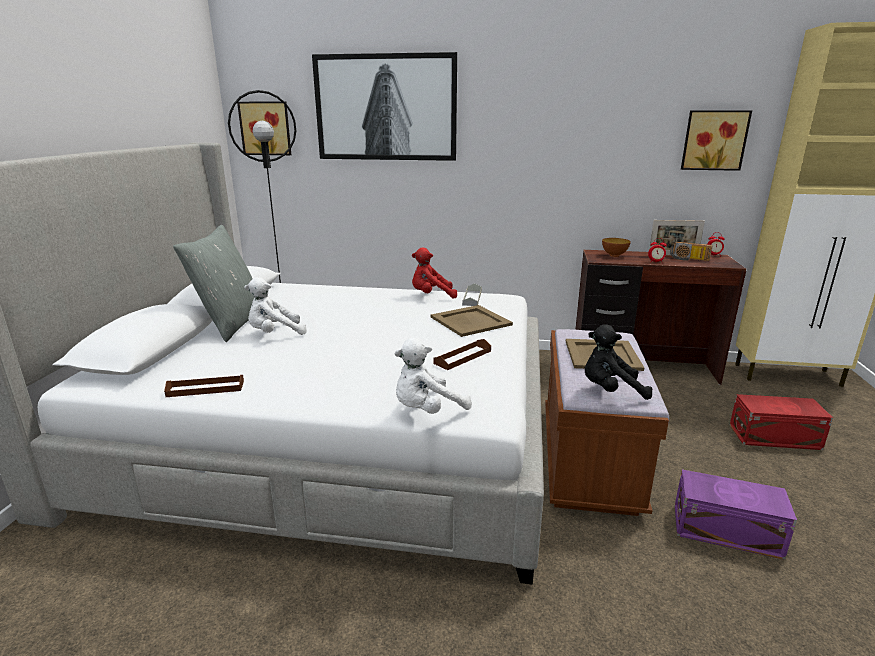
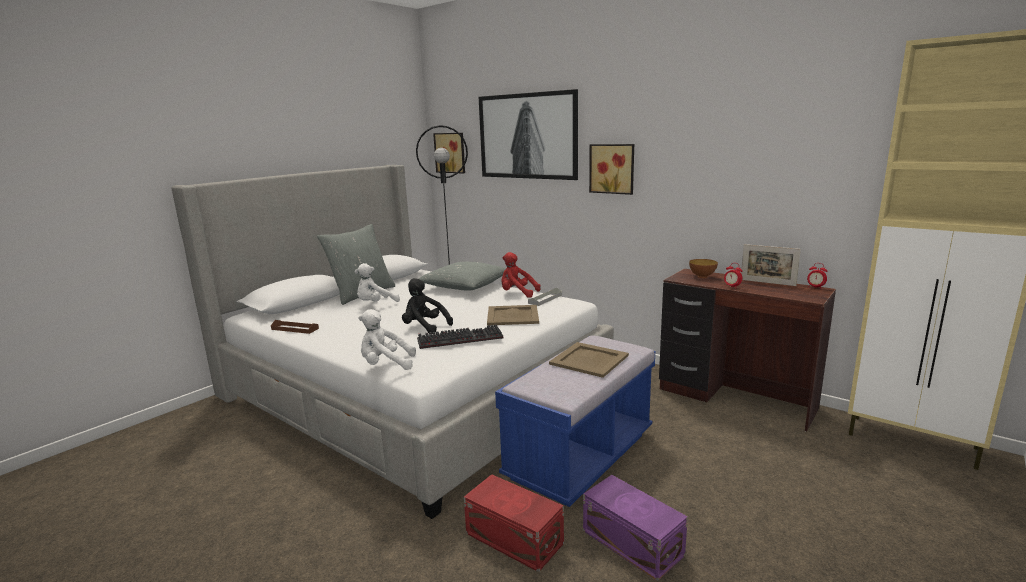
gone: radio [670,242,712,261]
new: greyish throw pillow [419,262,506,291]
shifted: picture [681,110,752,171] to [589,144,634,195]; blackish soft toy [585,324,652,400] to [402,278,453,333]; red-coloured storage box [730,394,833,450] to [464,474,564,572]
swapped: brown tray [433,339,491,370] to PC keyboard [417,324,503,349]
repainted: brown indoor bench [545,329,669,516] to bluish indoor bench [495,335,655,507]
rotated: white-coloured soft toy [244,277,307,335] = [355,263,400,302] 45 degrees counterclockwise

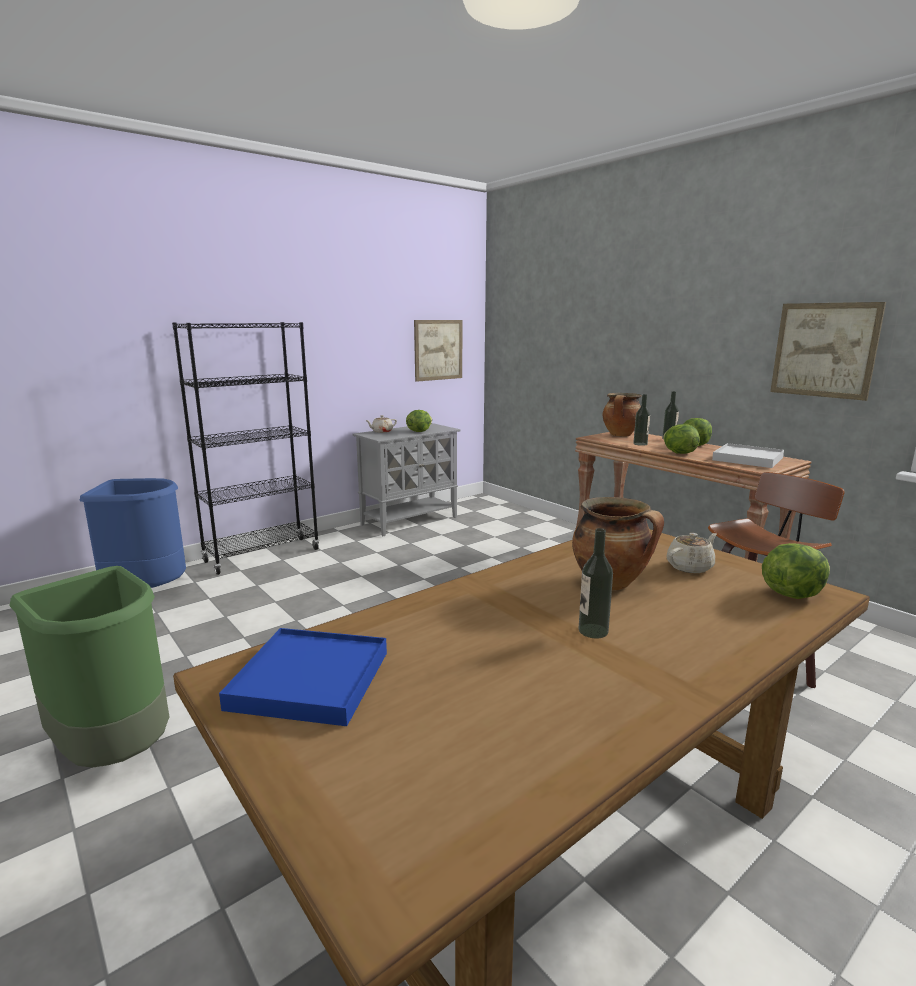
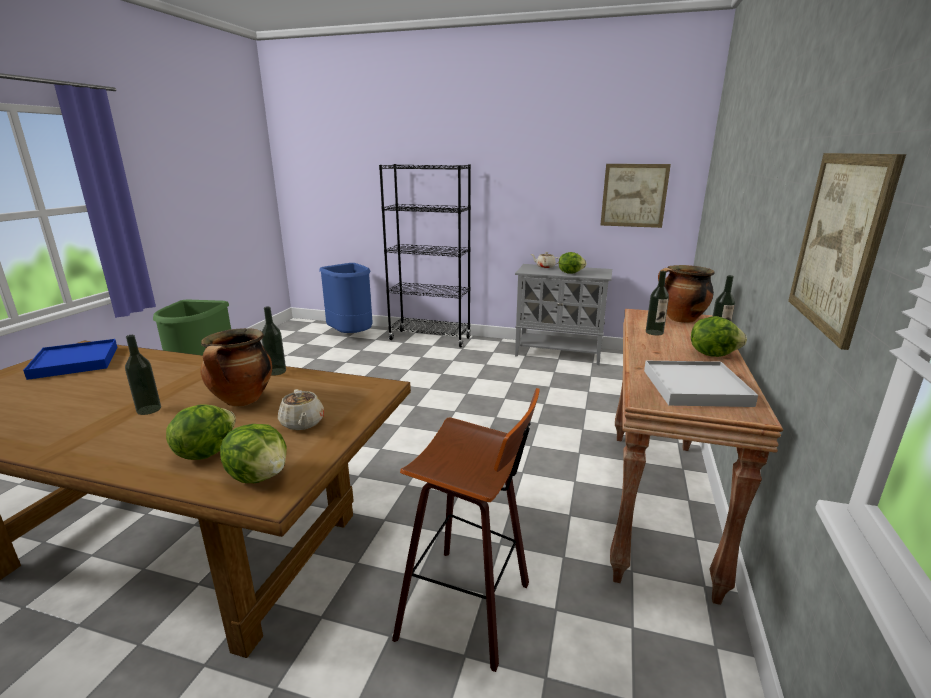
new: beverage bottle [262,306,286,376]
shifted: head of lettuce [663,424,700,454] to [166,404,236,460]
rotated: beige-coloured teapot [666,533,717,573] = [278,389,324,430] 45 degrees clockwise

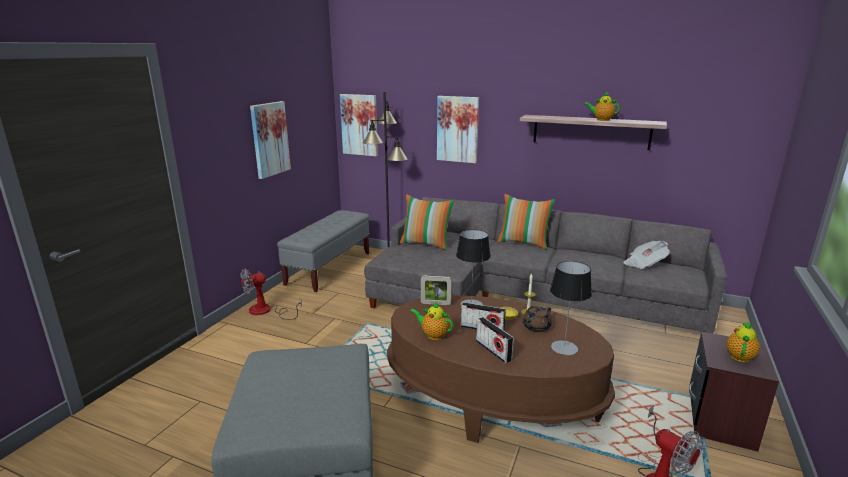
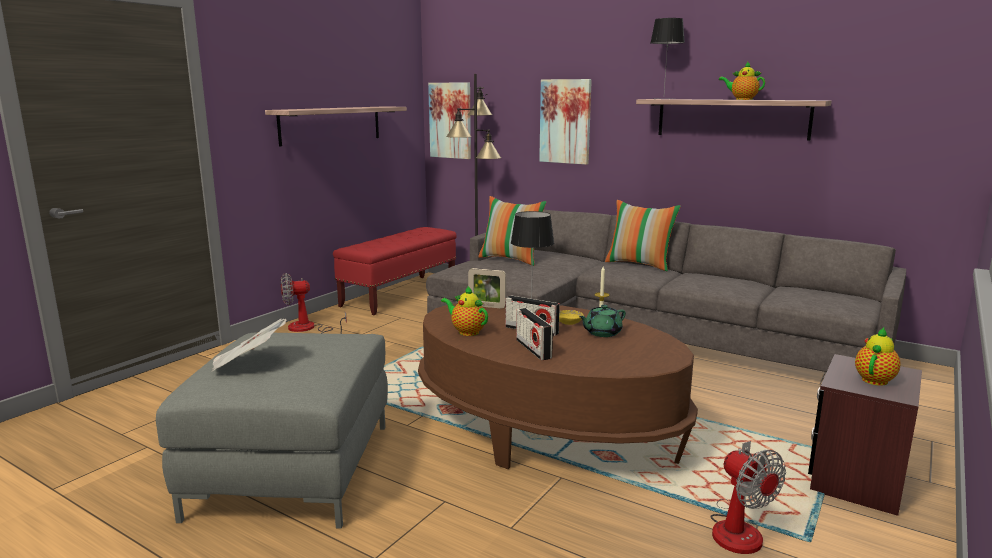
shifted: daily paper [623,241,670,269] to [212,318,286,371]; table lamp [550,261,592,355] to [651,18,685,99]
swapped: picture [250,101,291,179] to wall shelf [265,106,407,147]
repainted: greyish indoor bench [277,210,369,292] to red-coloured indoor bench [333,227,457,315]; brown teapot [522,306,552,332] to green-coloured teapot [579,305,626,337]

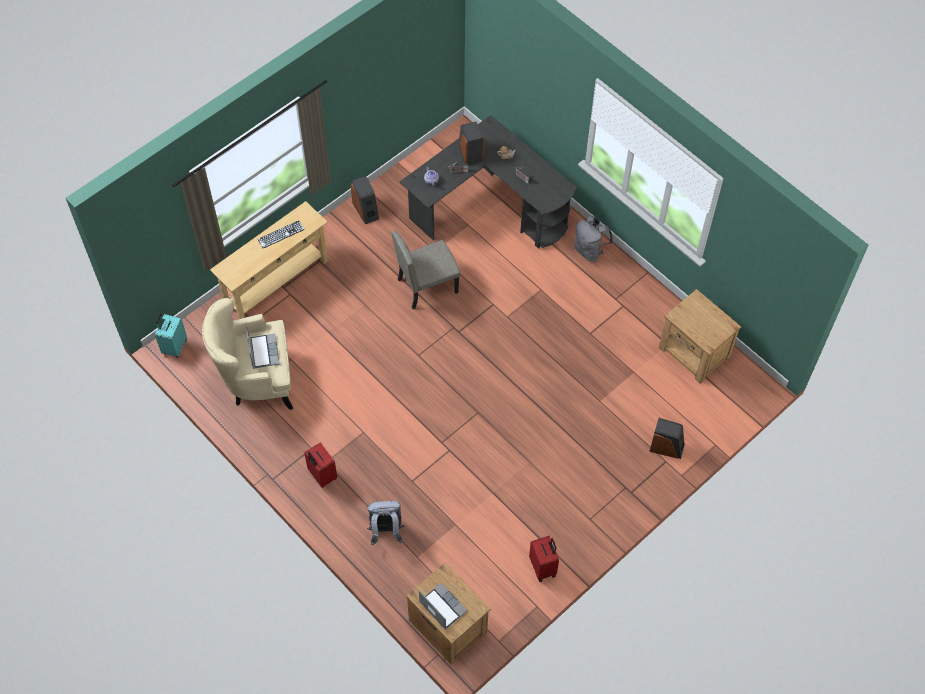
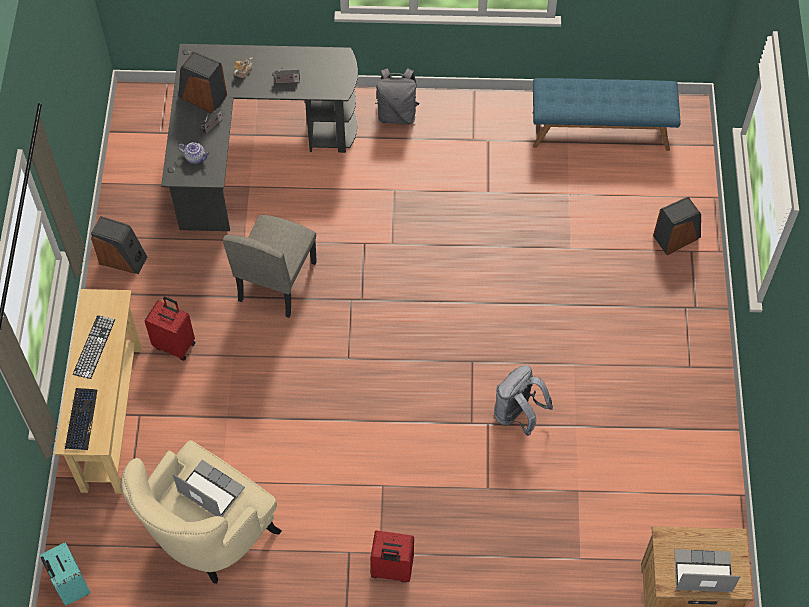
new: PC keyboard [65,388,97,450]
shifted: greyish knapsack [367,500,404,545] to [494,365,553,436]; red-coloured suitcase [529,536,559,582] to [145,296,195,361]
swapped: brown nightstand [659,289,741,383] to bluish indoor bench [532,78,681,151]

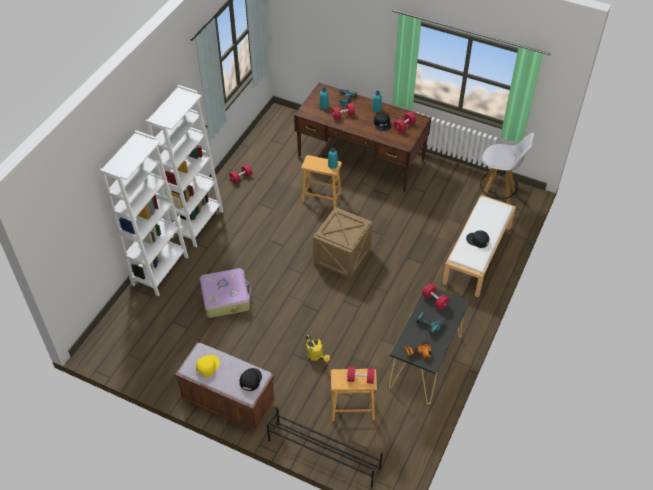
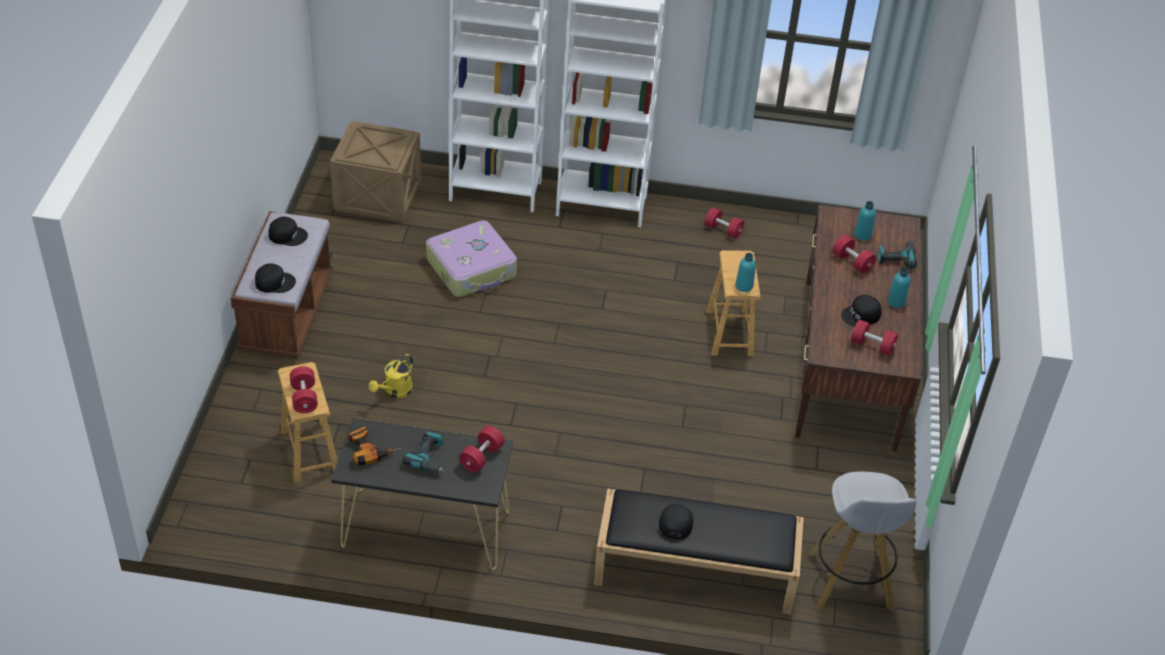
gone: blackish shoe shelf [267,406,383,487]
shifted: crate [313,207,373,278] to [330,121,421,222]
repainted: white-coloured indoor bench [442,195,516,297] to blackish indoor bench [594,489,804,615]; yellow-coloured cap [196,355,220,377] to blackish cap [269,217,308,246]

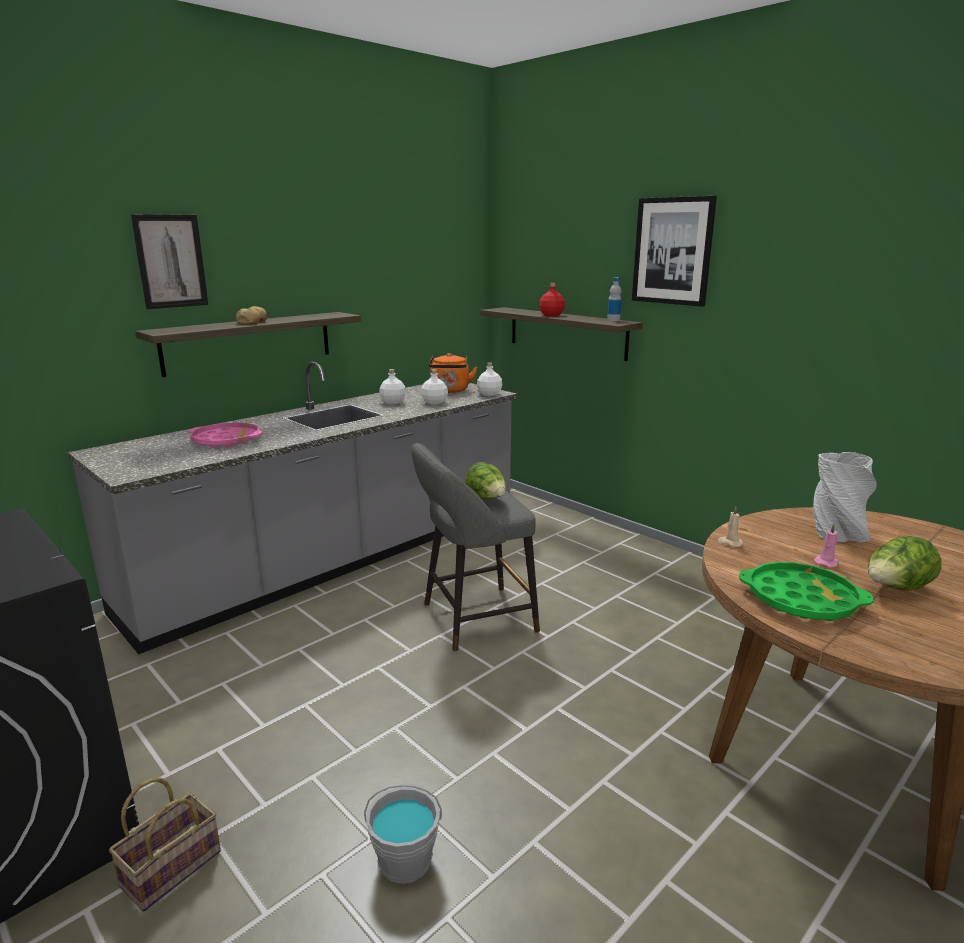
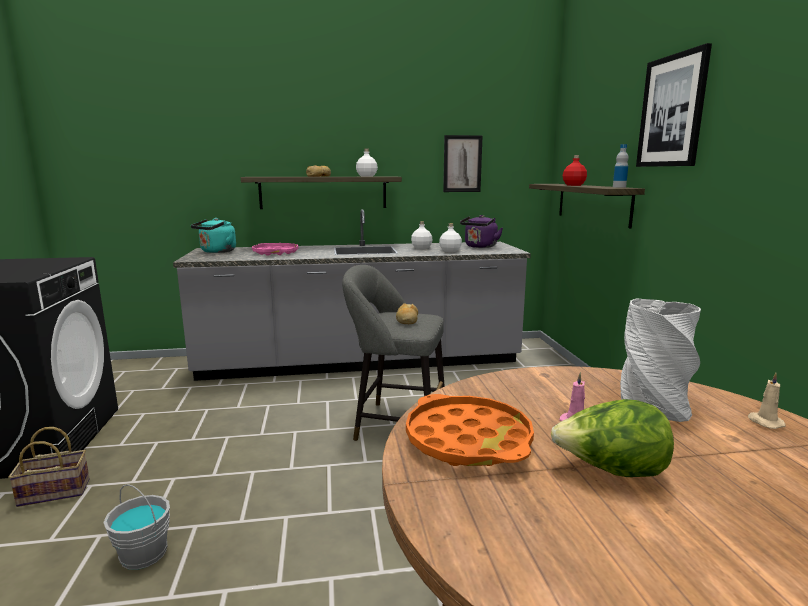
new: turquoise-coloured water kettle [191,218,236,253]
shifted: picture [131,214,208,309] to [443,135,483,192]; white-coloured beverage bottle [477,362,503,396] to [356,149,378,177]; beige-coloured wax light [718,506,744,547] to [748,372,785,429]
swapped: head of lettuce [466,462,506,499] to bakery bread [396,303,418,324]
repainted: orangey water kettle [429,353,477,393] to purple water kettle [460,215,503,248]; green-coloured tray [739,562,873,621] to orangey tray [406,394,534,466]

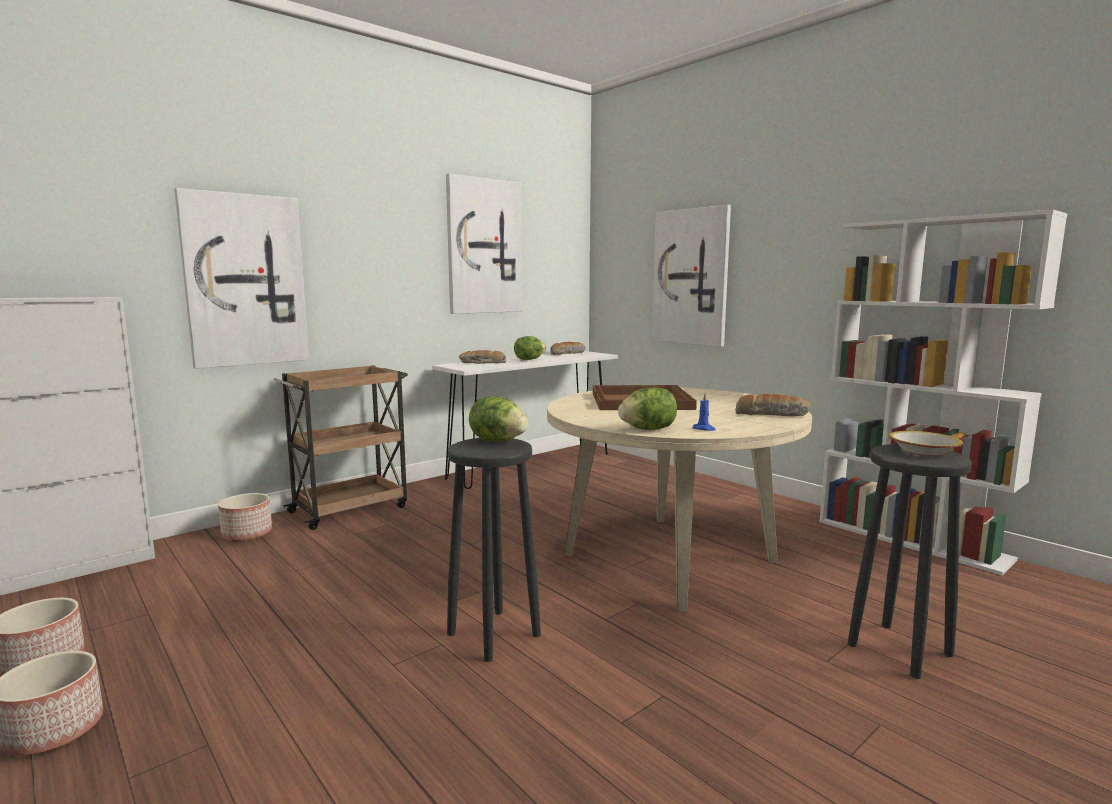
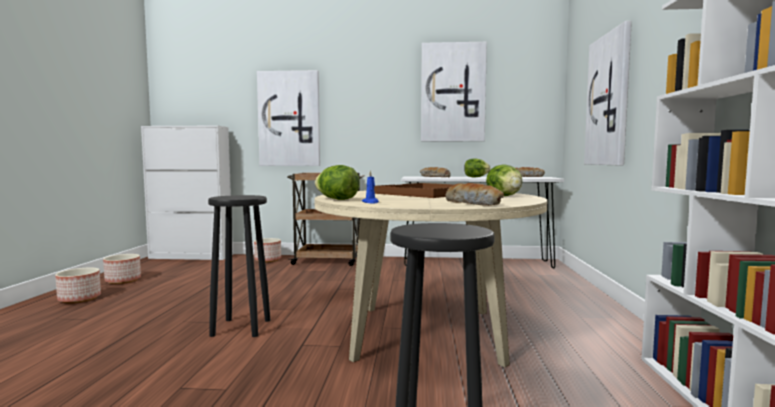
gone: bowl [888,431,963,456]
shifted: head of lettuce [469,396,528,441] to [486,165,522,196]

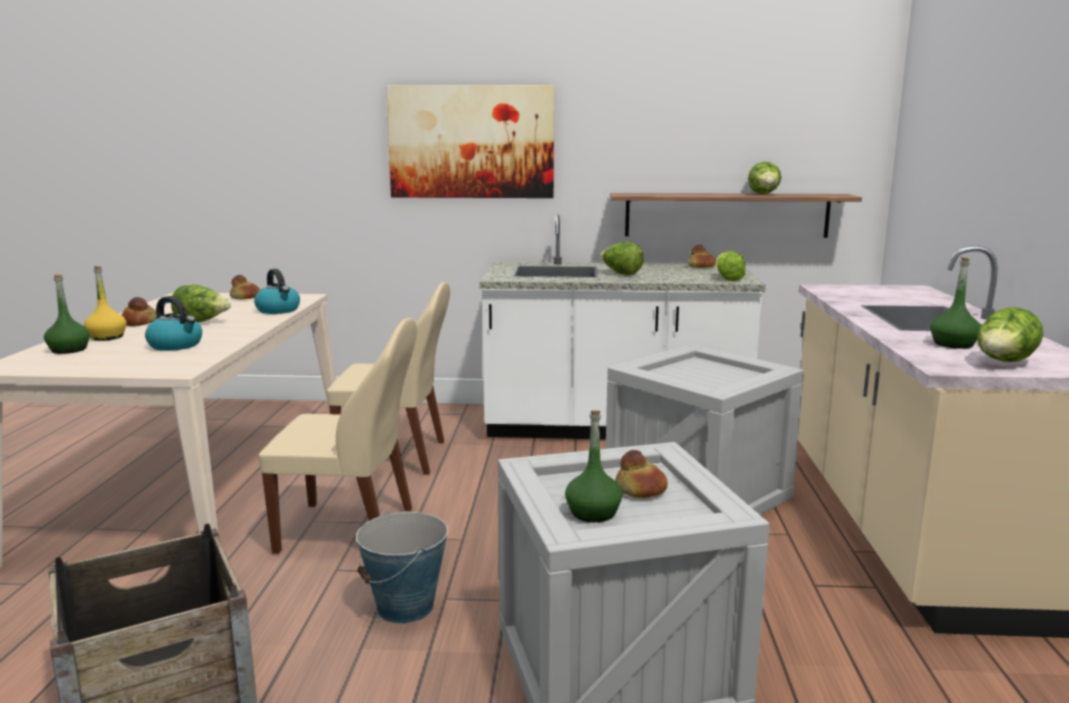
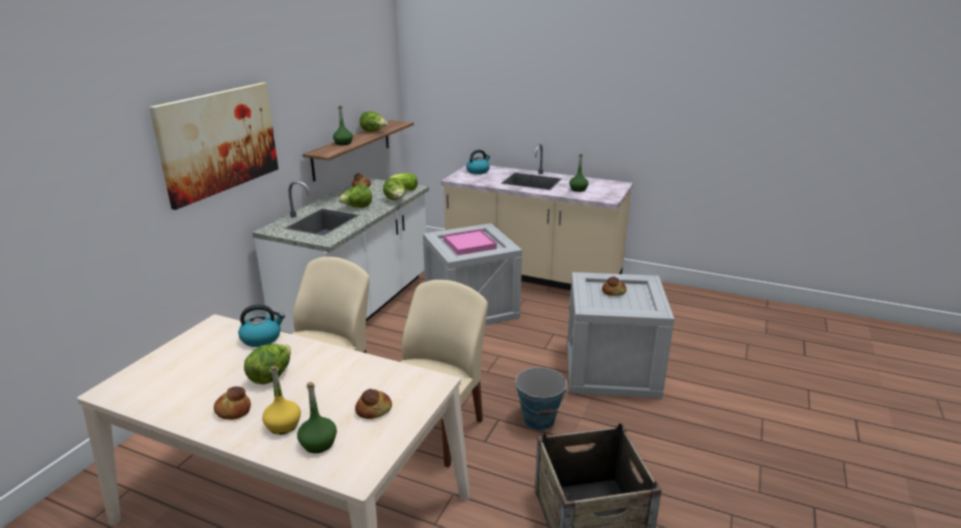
new: pinkish tray [443,229,497,255]
shifted: bakery bread [230,275,260,299] to [355,389,392,419]; water kettle [145,296,202,351] to [466,150,490,174]; head of lettuce [977,307,1043,362] to [383,178,406,200]; green-coloured beverage bottle [565,410,622,522] to [333,106,353,145]

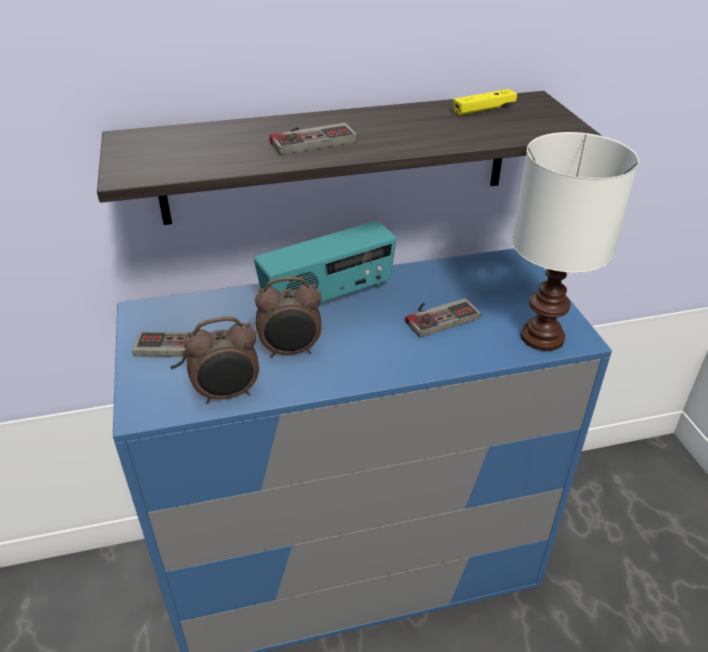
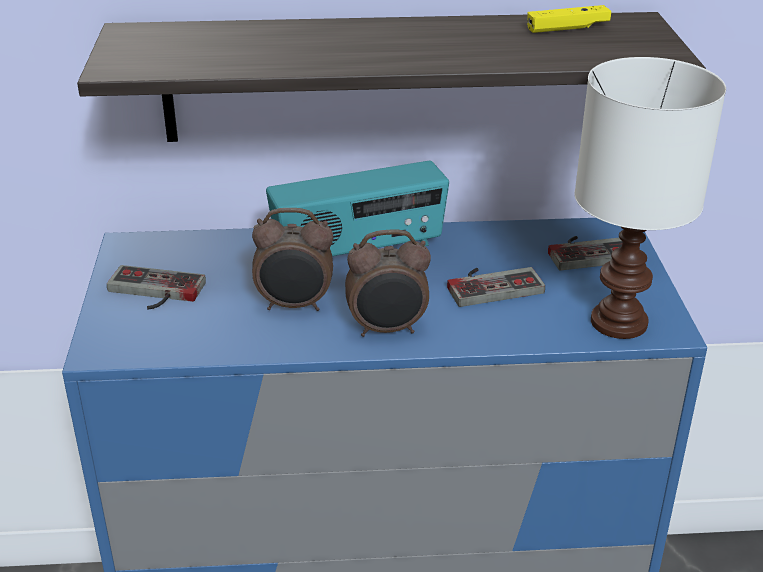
shifted: game controller [270,123,357,155] to [548,236,622,271]; bedside clock [184,316,259,404] to [345,229,431,337]

